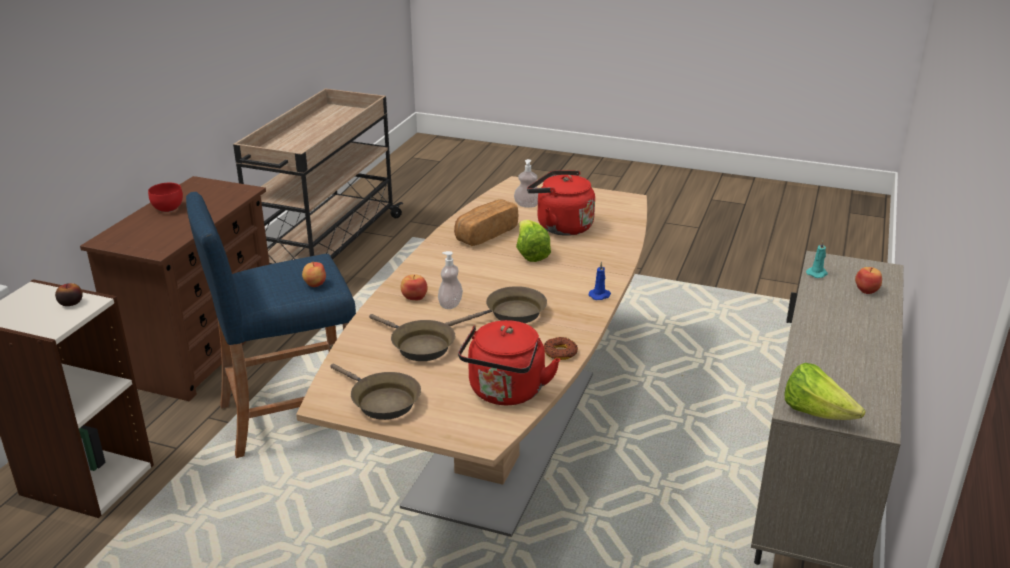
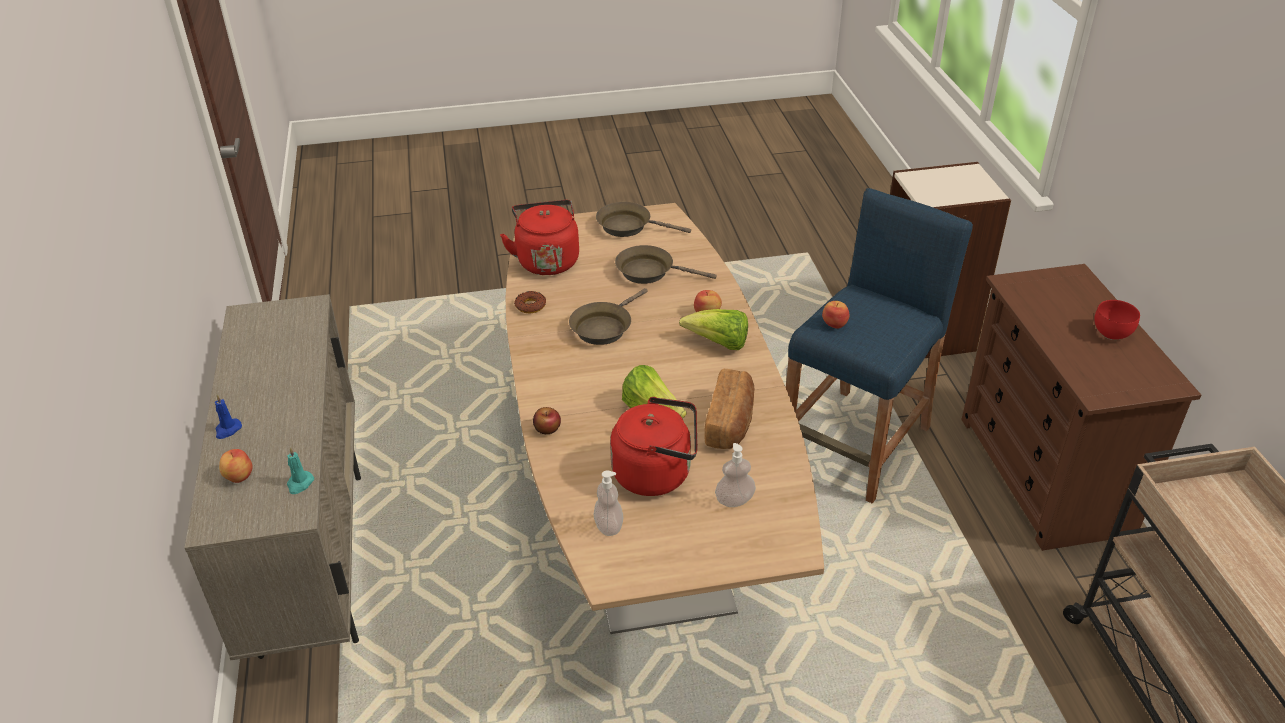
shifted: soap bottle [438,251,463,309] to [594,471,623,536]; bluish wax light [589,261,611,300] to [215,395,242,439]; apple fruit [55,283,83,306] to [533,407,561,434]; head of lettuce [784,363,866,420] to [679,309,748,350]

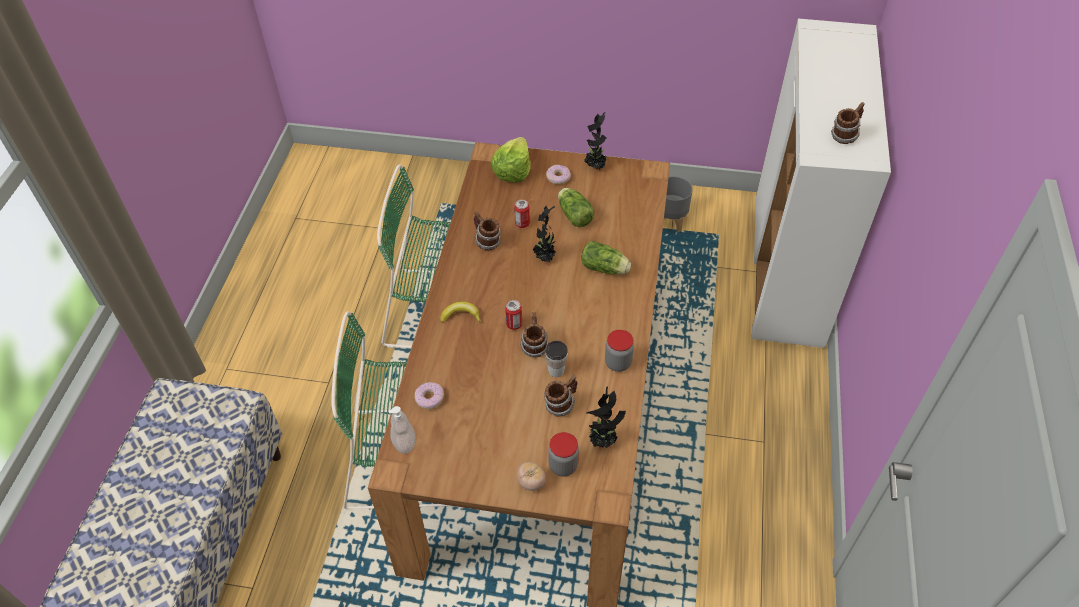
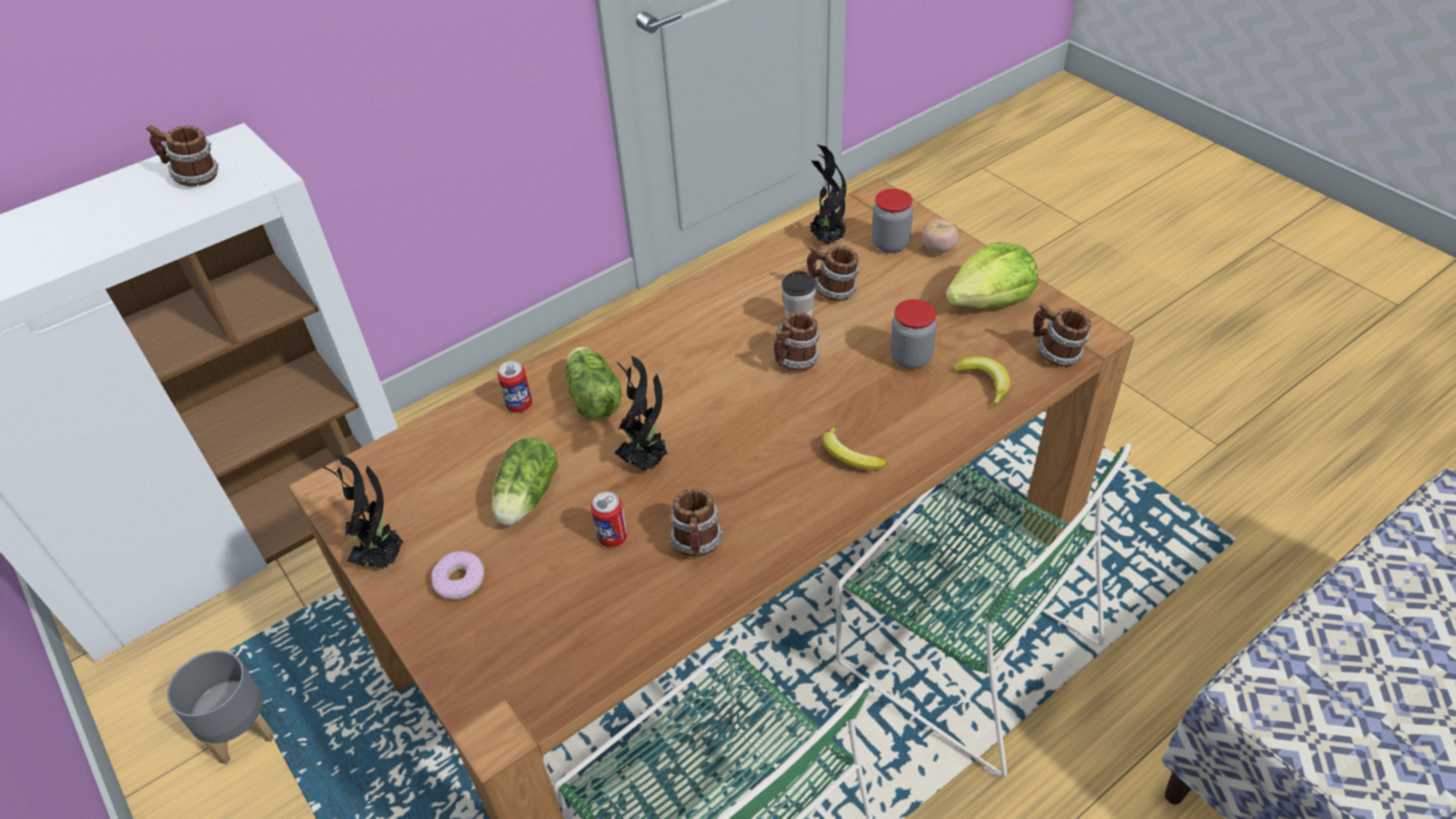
shifted: head of lettuce [490,137,531,182] to [946,242,1038,309]; sealed can [505,300,522,330] to [497,361,532,413]; preserve jar [605,330,634,372] to [890,299,937,369]
swapped: doughnut [415,382,444,409] to banana [952,356,1011,407]; soap bottle [389,406,416,454] to coffee mug [1033,303,1091,367]

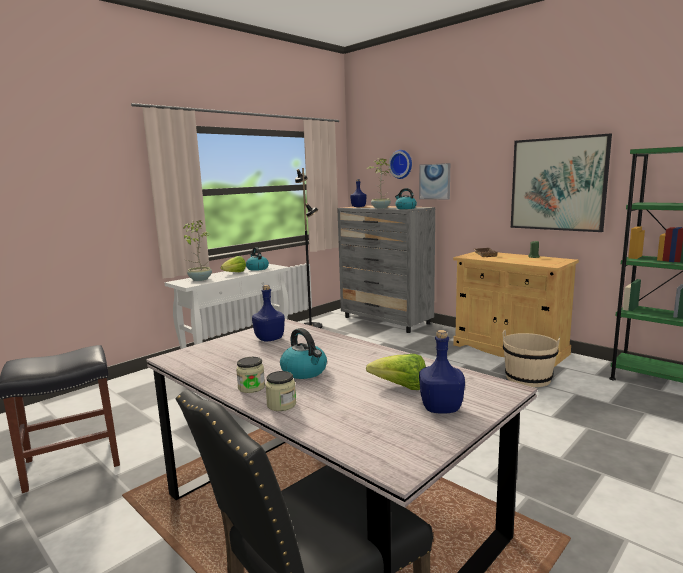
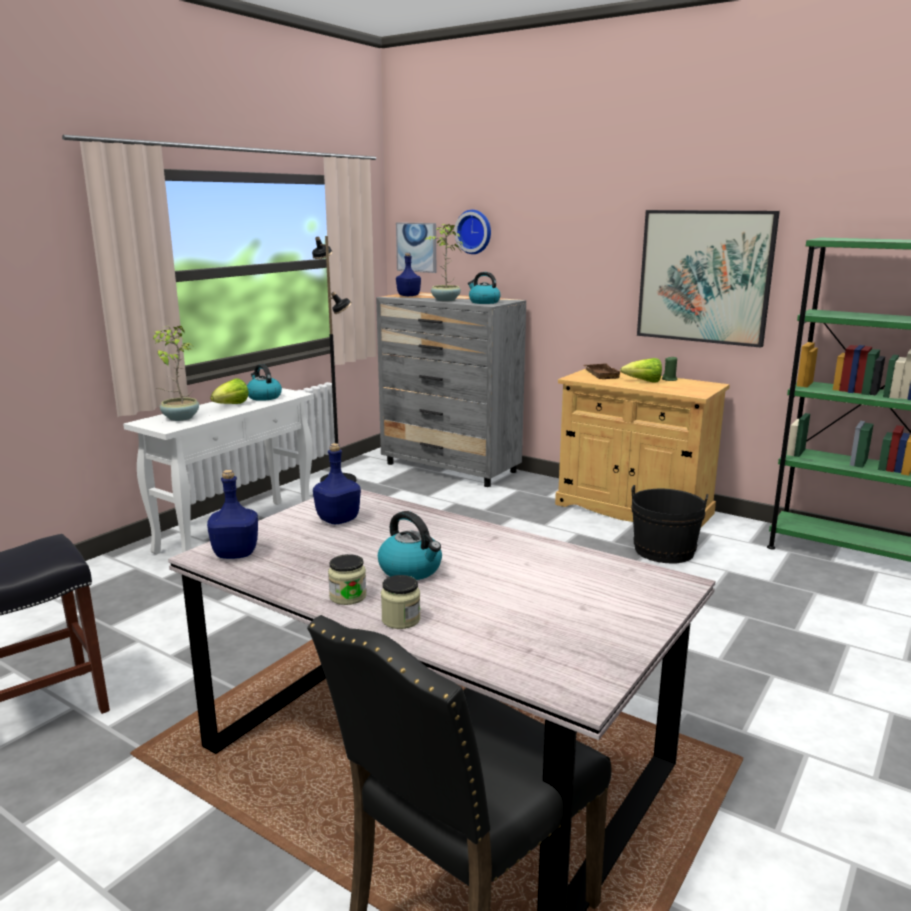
shifted: picture [419,163,450,199] to [396,222,436,273]; bluish beverage bottle [419,330,465,414] to [207,470,258,559]; head of lettuce [366,354,426,390] to [620,358,662,383]
repainted: beige-coloured water bucket [502,330,560,387] to blackish water bucket [631,485,708,564]

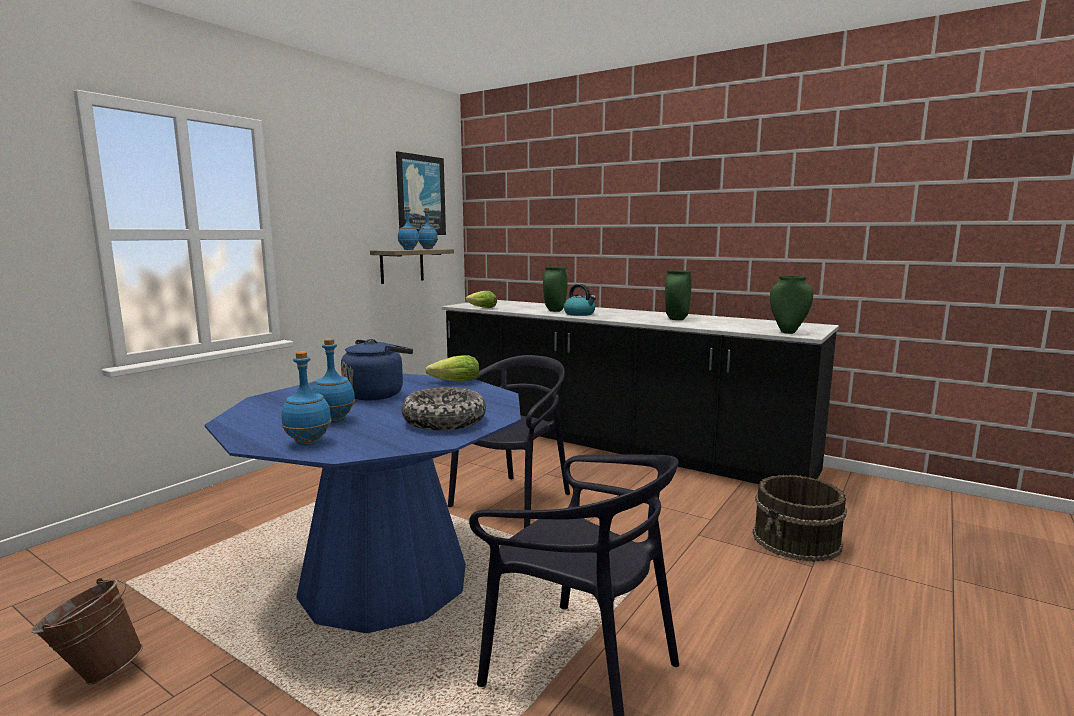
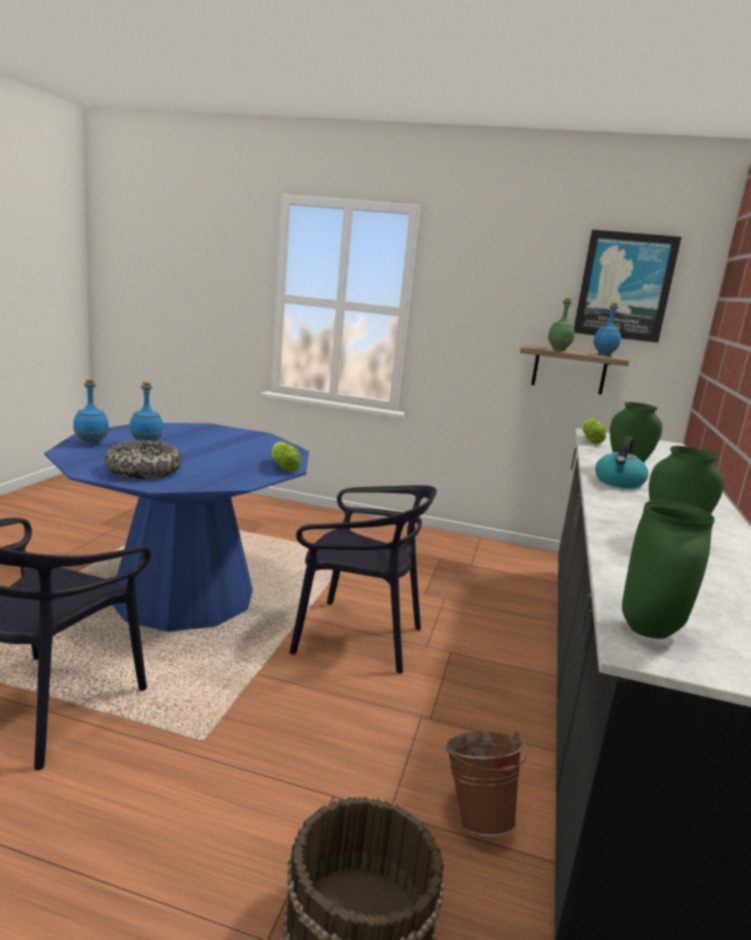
gone: bluish water kettle [341,339,413,400]
shifted: brown water bucket [32,578,143,685] to [445,732,528,836]
repainted: bluish beverage bottle [398,207,419,250] to green-coloured beverage bottle [548,298,575,351]

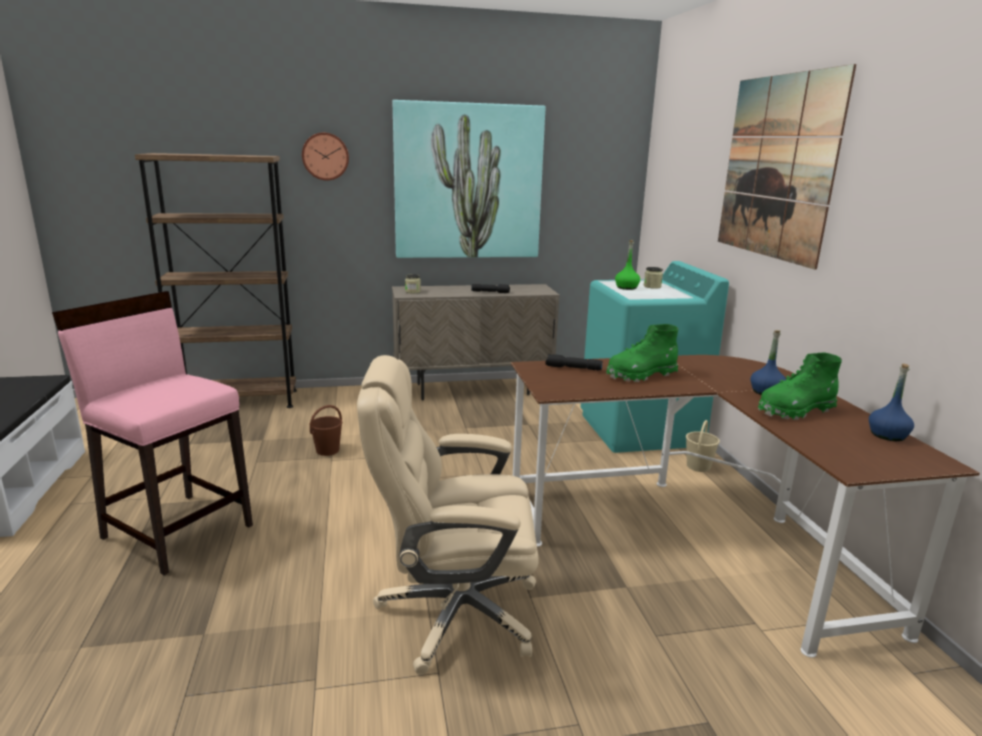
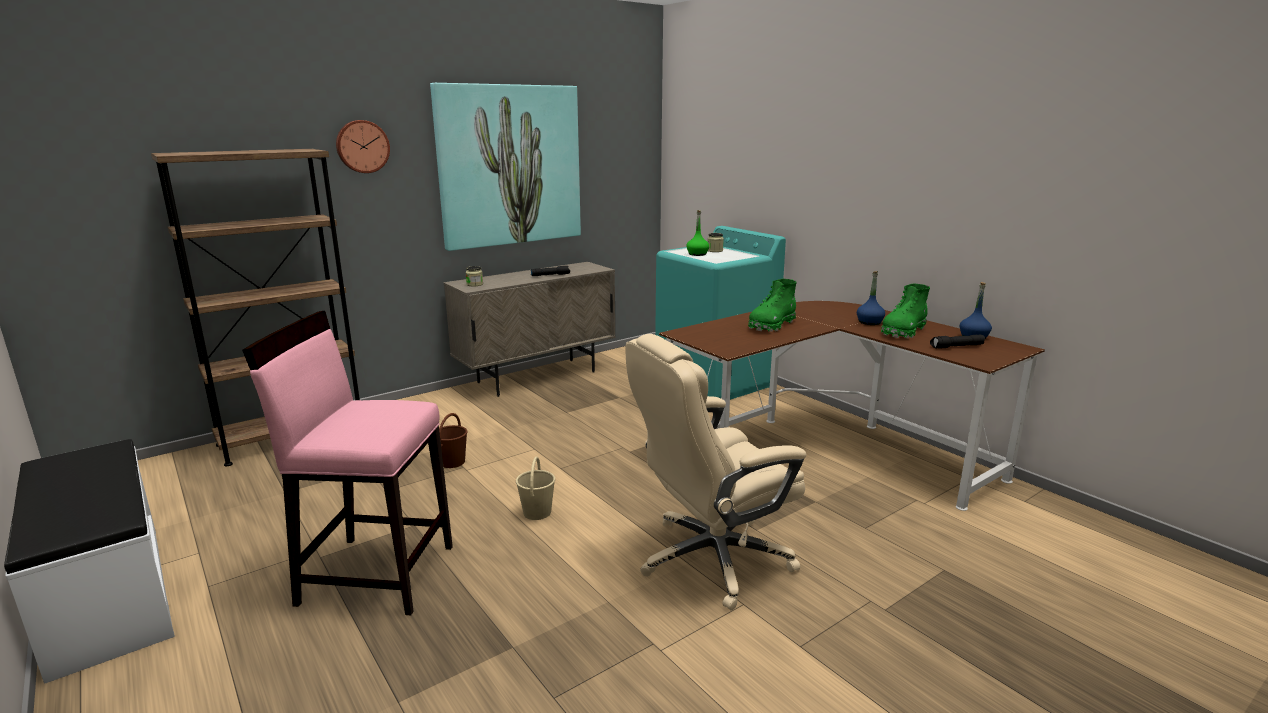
gone: picture [718,64,856,269]
shifted: blackish hand torch [545,354,603,370] to [930,335,985,349]; beige-coloured water bucket [686,420,720,472] to [516,456,555,520]

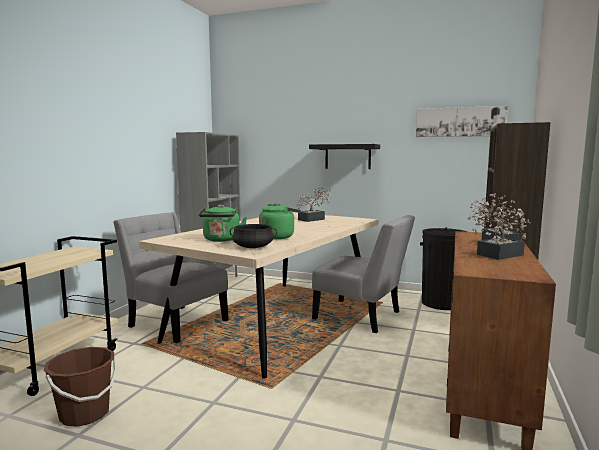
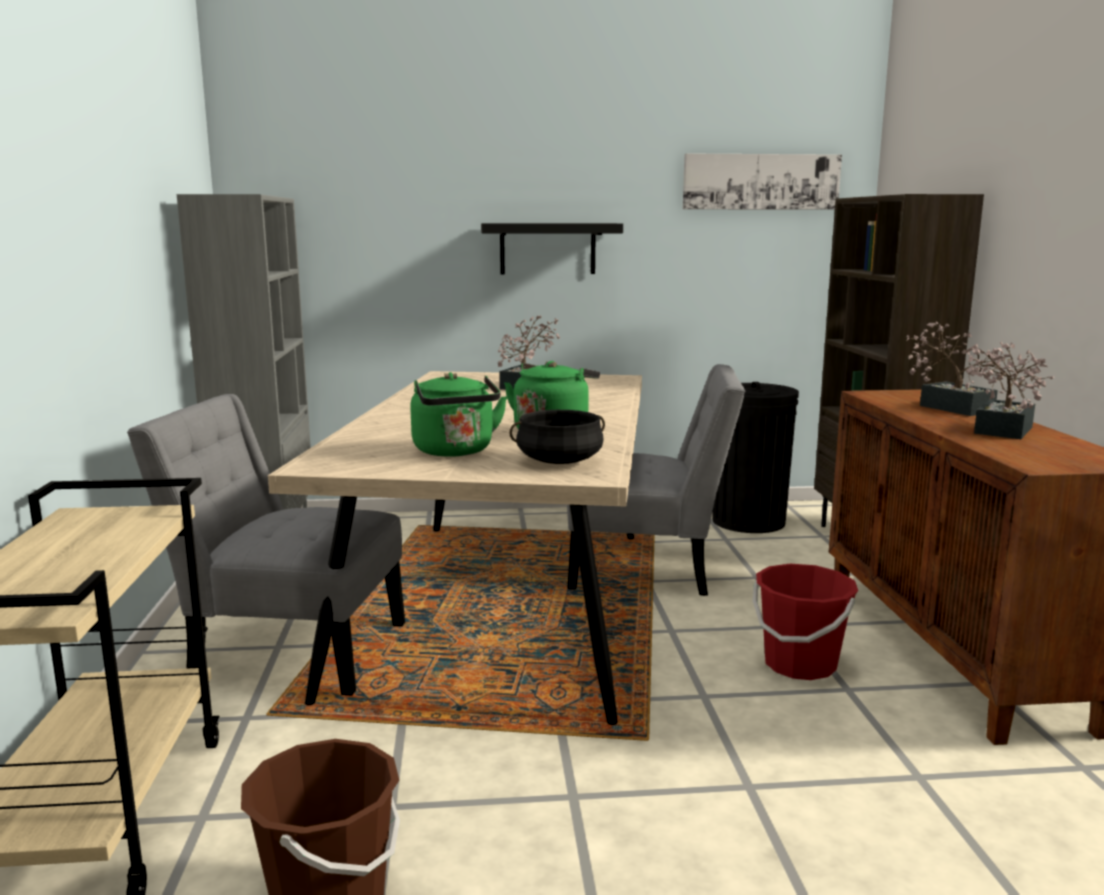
new: red-coloured water bucket [753,564,858,680]

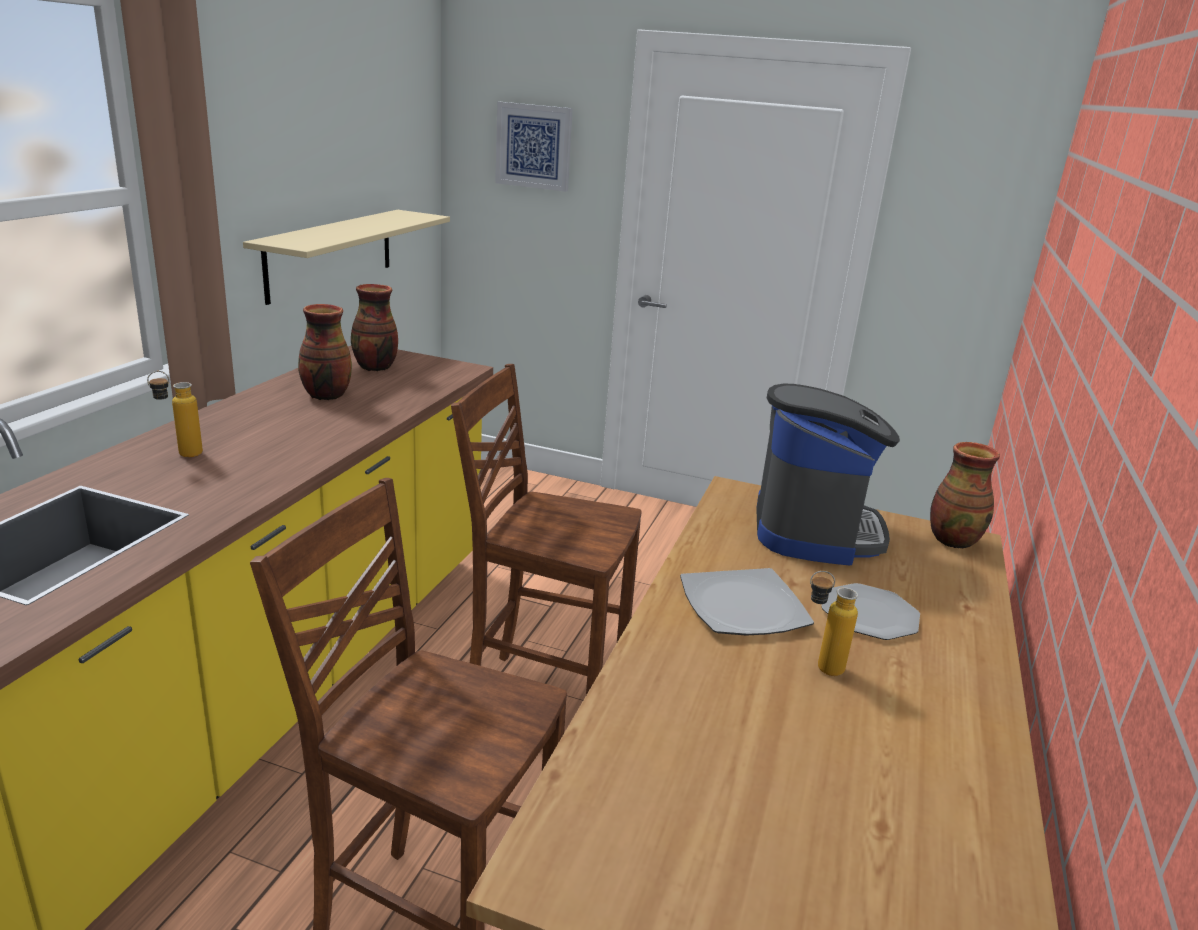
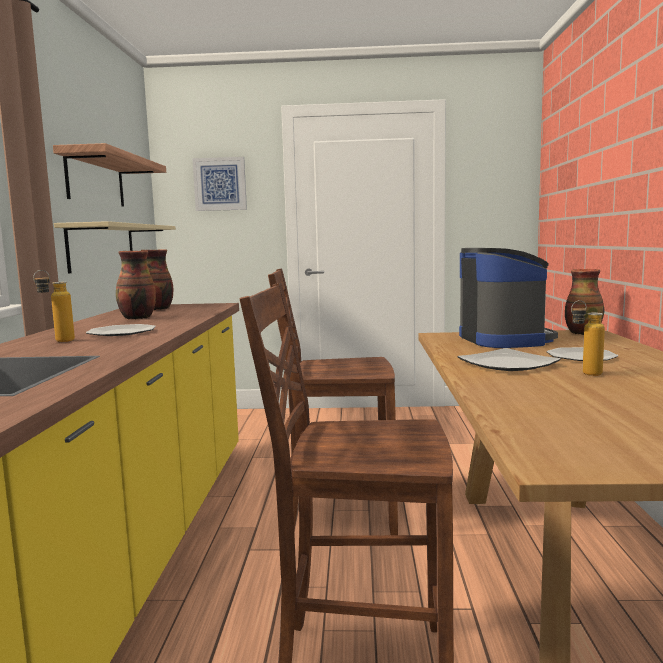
new: wall shelf [53,143,166,207]; dinner plate [86,324,156,336]

